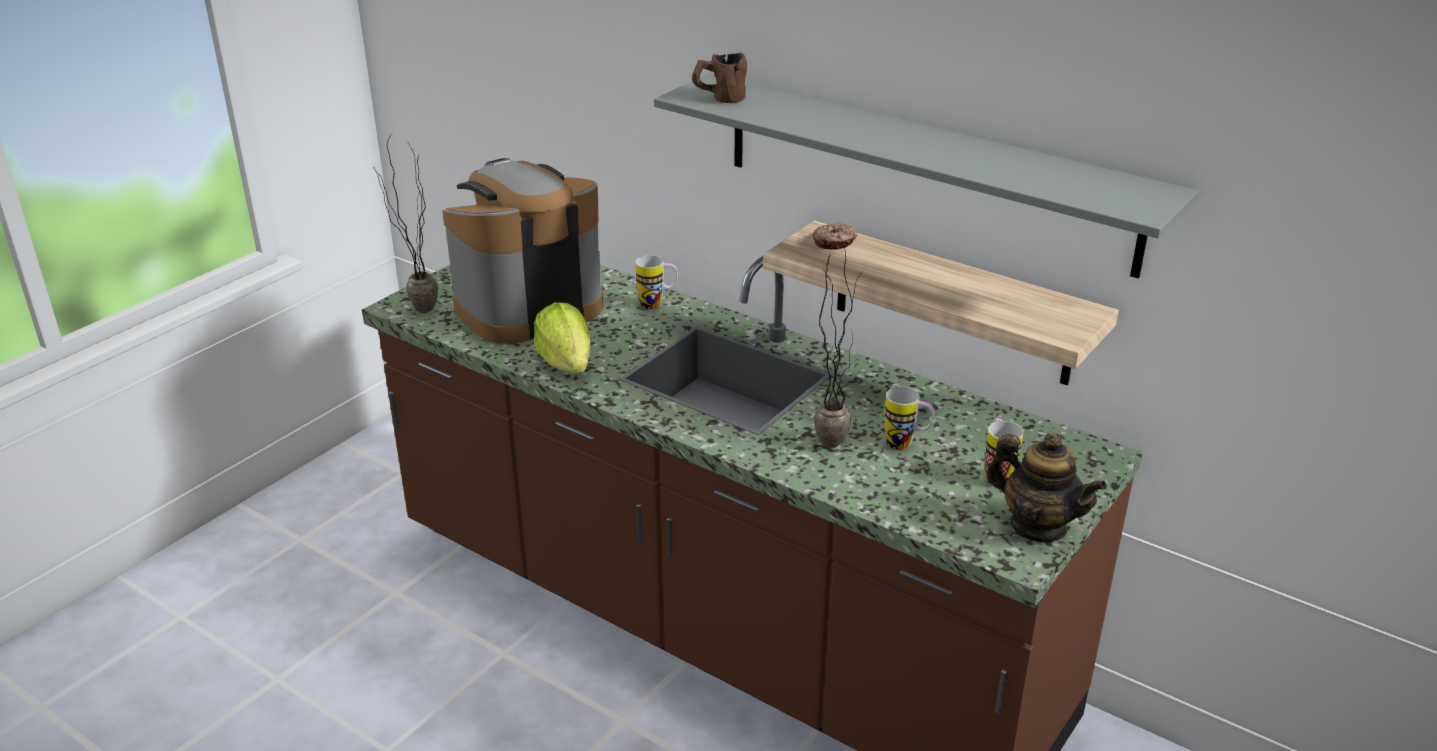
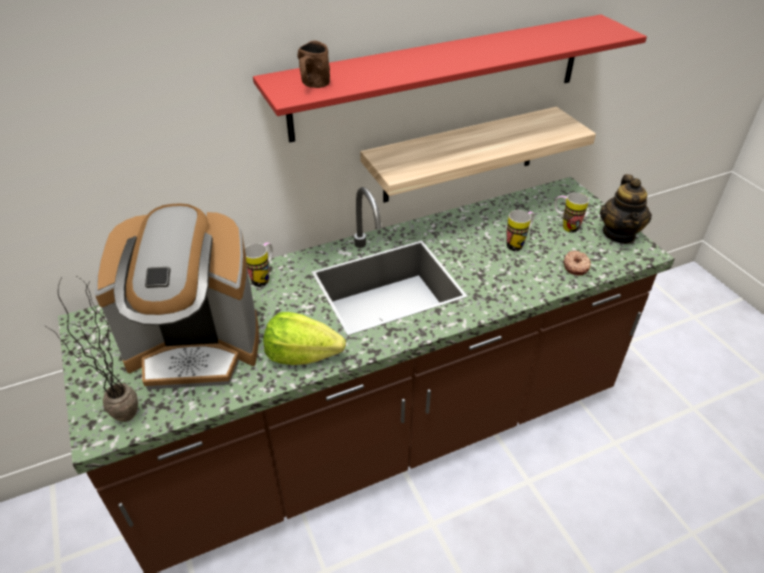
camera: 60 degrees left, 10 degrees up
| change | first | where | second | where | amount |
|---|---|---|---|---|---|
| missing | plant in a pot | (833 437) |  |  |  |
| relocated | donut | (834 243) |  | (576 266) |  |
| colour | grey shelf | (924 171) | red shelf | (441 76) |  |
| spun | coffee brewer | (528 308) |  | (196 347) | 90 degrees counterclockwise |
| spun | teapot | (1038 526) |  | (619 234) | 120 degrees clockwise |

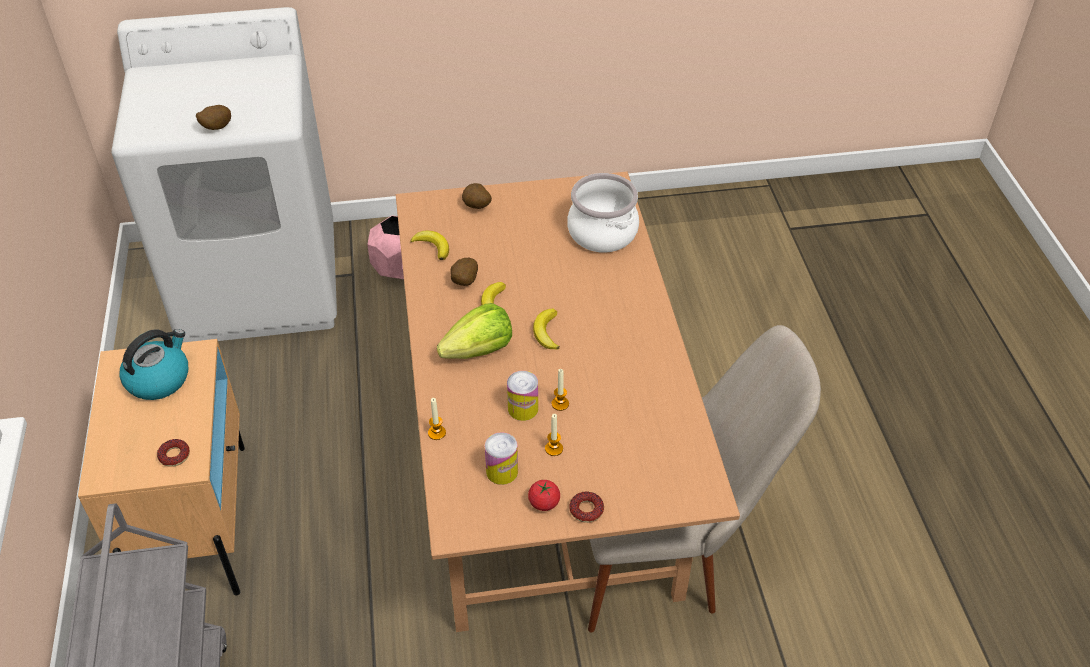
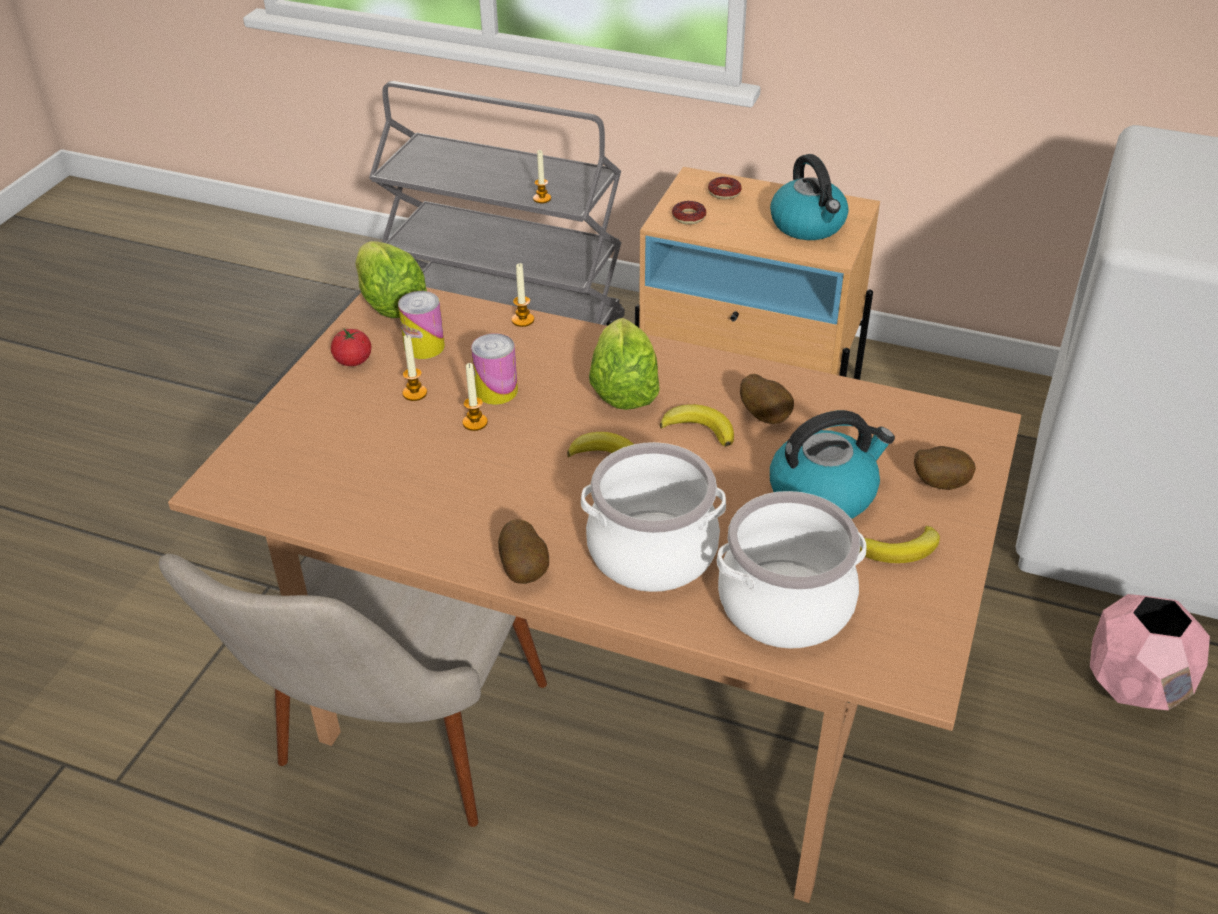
camera: 120 degrees right, 5 degrees down
| change | first | where | second | where | amount |
|---|---|---|---|---|---|
| appeared |  |  | lettuce | (390 303) |  |
| appeared |  |  | wax light | (542 198) |  |
| appeared |  |  | cooking pot | (652 552) |  |
| appeared |  |  | tea kettle | (823 493) |  |
| relocated | spud | (216 128) |  | (525 571) |  |
| relocated | banana fruit | (433 246) |  | (901 550) |  |
| relocated | donut | (586 510) |  | (724 192) |  |

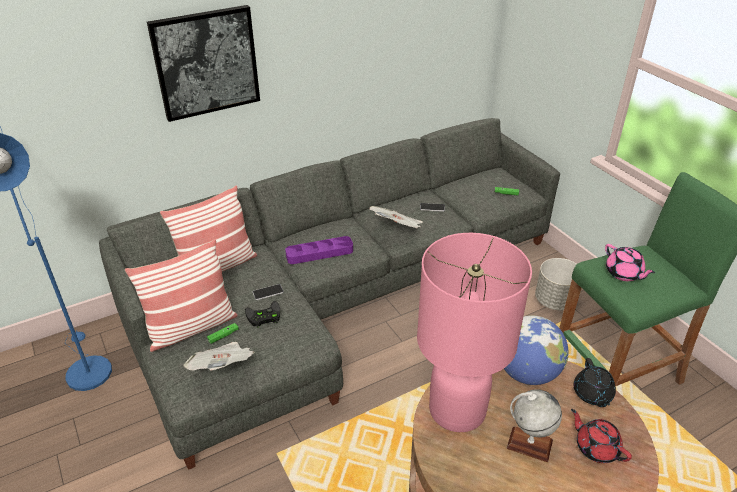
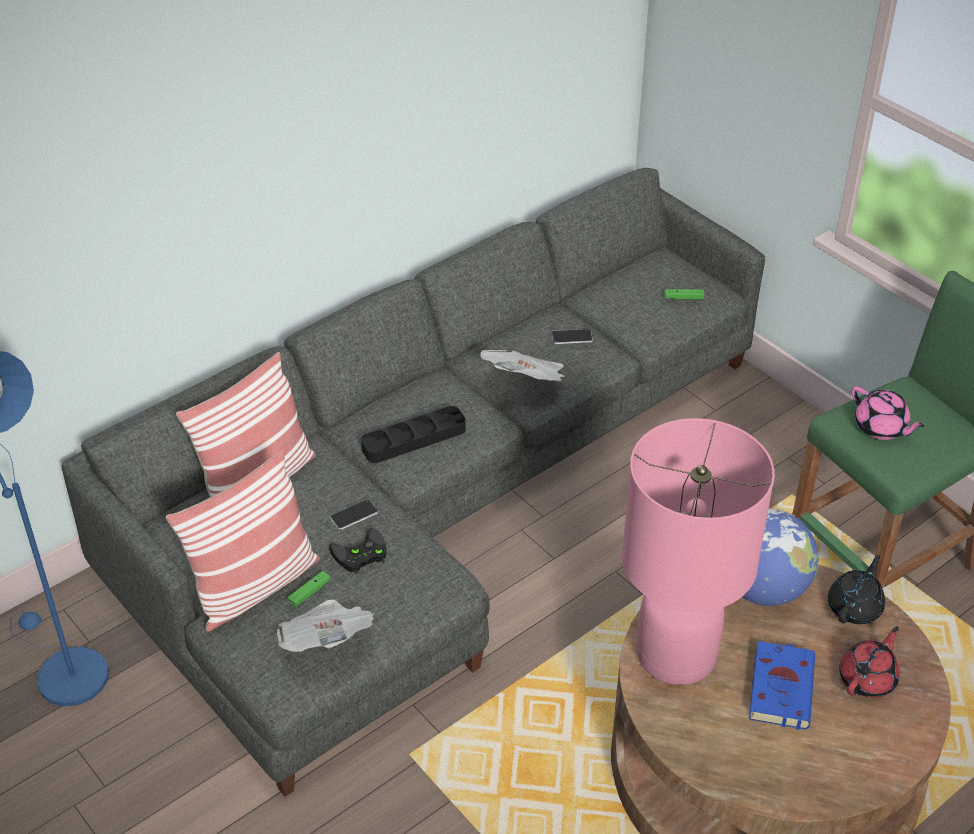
camera: 10 degrees left, 5 degrees up
| change | first | where | second | where | amount |
|---|---|---|---|---|---|
| missing | picture | (206 62) |  |  |  |
| missing | grey flower pot | (555 301) |  |  |  |
| exchanged | desk globe | (529 444) | blue-coloured volume | (781 687) |  |
| colour | purple-coloured serving tray | (319 253) | black serving tray | (414 439) |  |
| spun | red teapot | (596 447) |  | (868 679) | 90 degrees clockwise |
| spun | black teapot | (592 394) |  | (855 607) | 135 degrees counterclockwise |

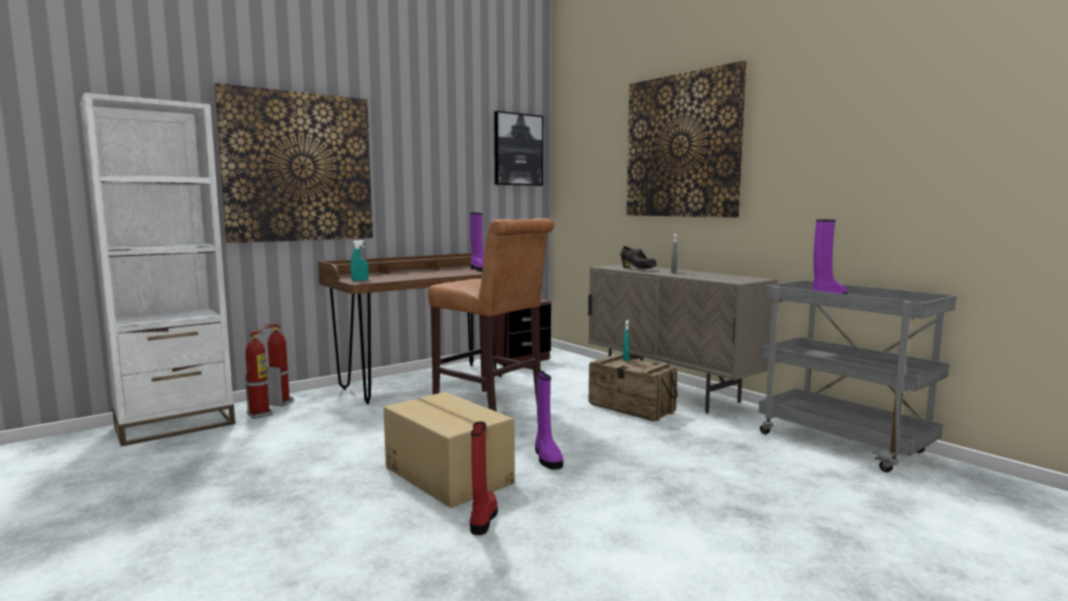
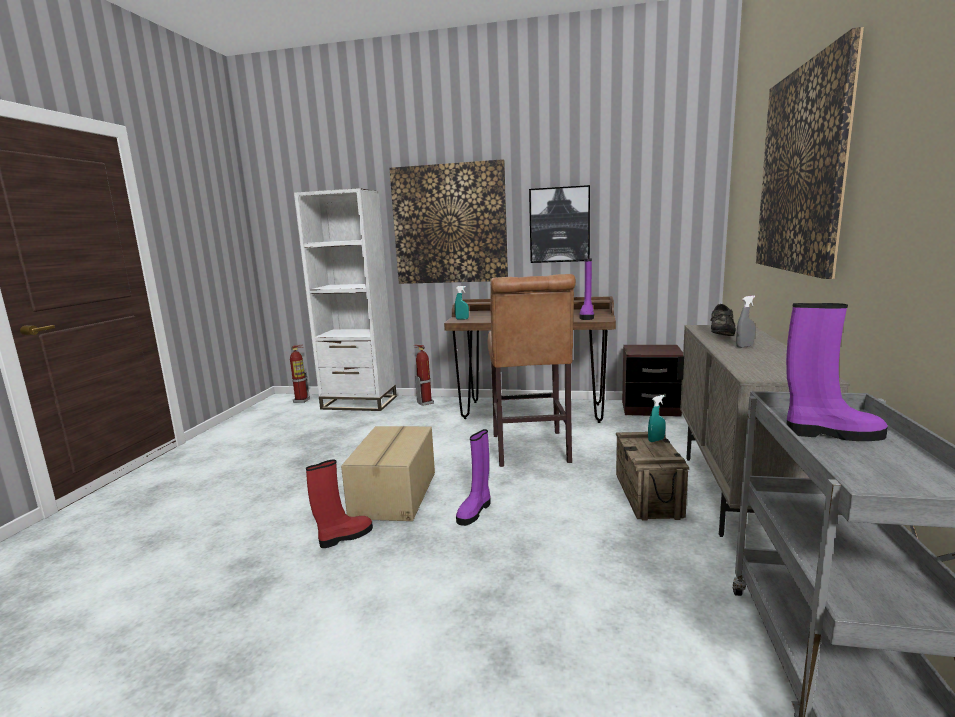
camera: 50 degrees right, 5 degrees up
| change | first | where | second | where | amount |
|---|---|---|---|---|---|
| relocated | fire extinguisher | (260 414) |  | (302 400) |  |
| relocated | picture | (517 150) |  | (559 225) |  |

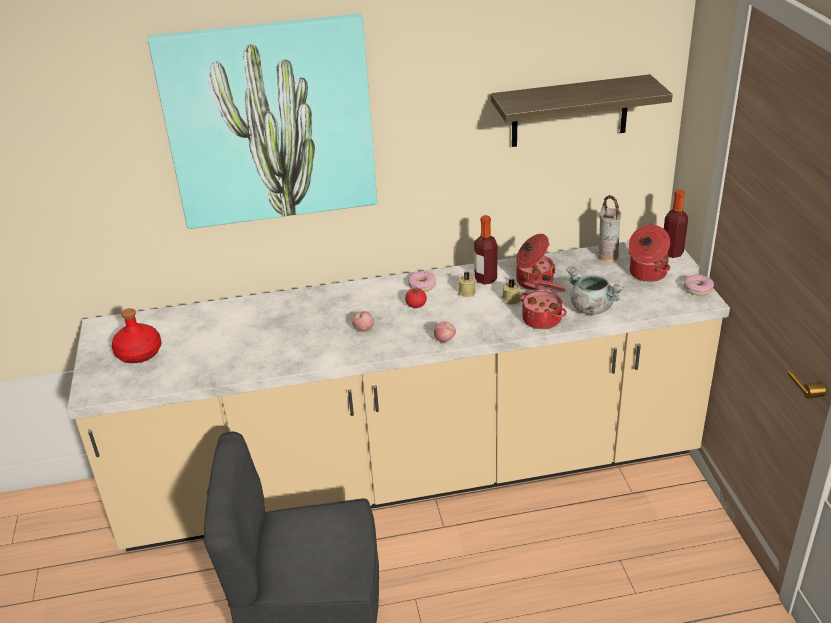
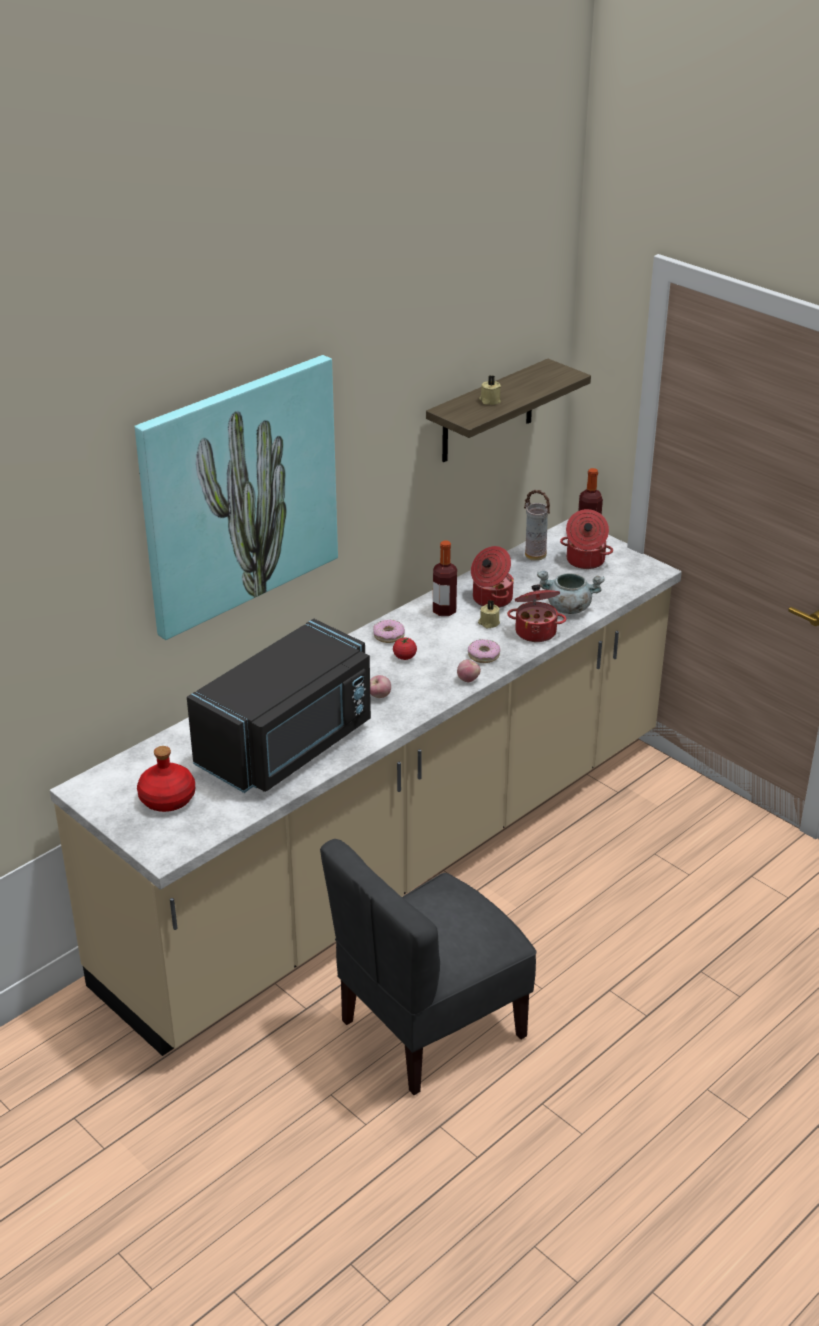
camera: 35 degrees left, 0 degrees up
| change | first | where | second | where | amount |
|---|---|---|---|---|---|
| appeared |  |  | black kitchen microwave | (289 745) |  |
| relocated | beige wax light | (466 292) |  | (489 401) |  |
| relocated | donut | (697 289) |  | (483 655) |  |

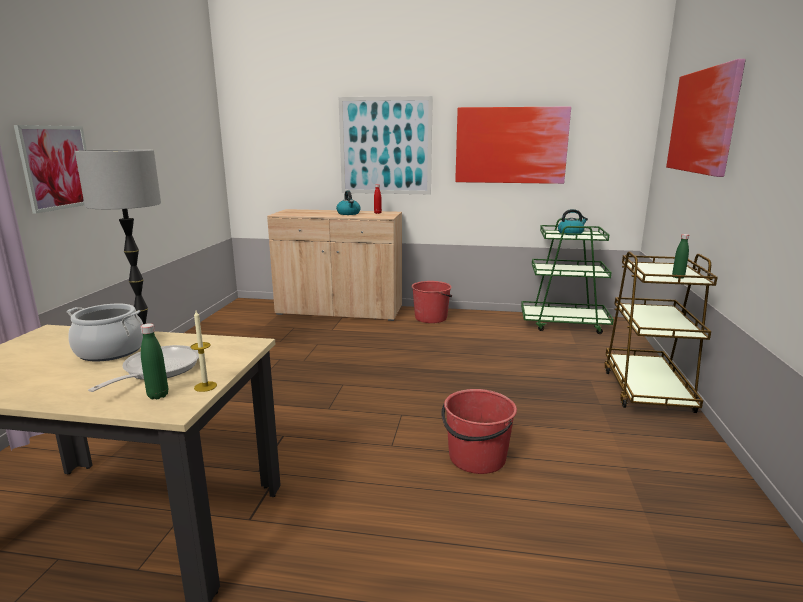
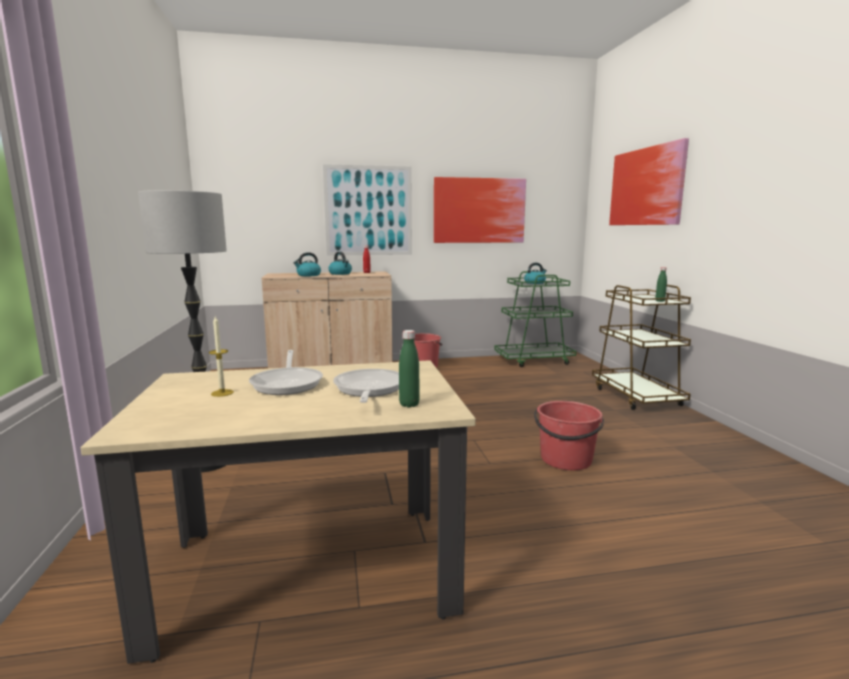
camera: 20 degrees left, 5 degrees down
| change | first | where | second | where | amount |
|---|---|---|---|---|---|
| missing | picture | (56 167) |  |  |  |
| appeared |  |  | tea kettle | (308 275) |  |
| relocated | wax light | (205 386) |  | (222 393) |  |
| exchanged | cooking pot | (111 351) | skillet | (288 383) |  |

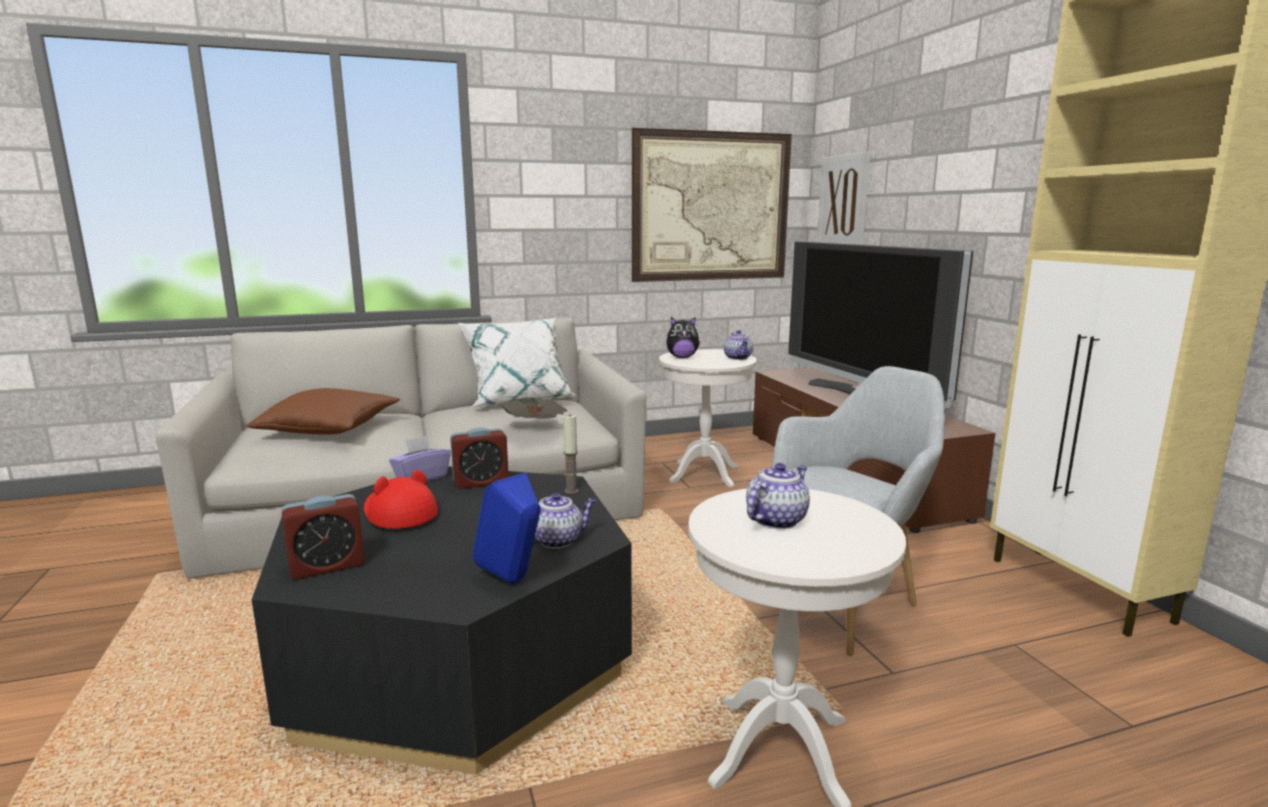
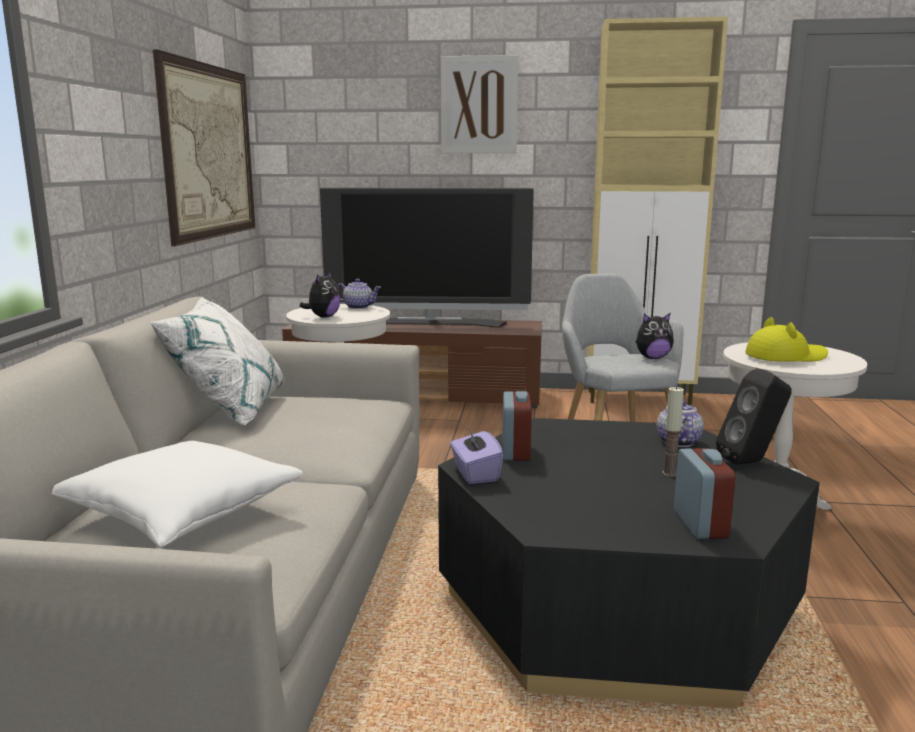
camera: 65 degrees left, 0 degrees up
| change | first | where | second | where | amount |
|---|---|---|---|---|---|
| missing | red wearable hat | (398 513) |  |  |  |
| missing | newspaper | (535 427) |  |  |  |
| appeared |  |  | plush toy | (652 358) |  |
| relocated | wax light | (571 491) |  | (669 473) |  |
| relocated | picture | (843 202) |  | (479 105) |  |
| exchanged | teapot | (776 520) | yellow wearable hat | (785 357) |  |
| colour | brownish throw pillow | (329 429) | white throw pillow | (182 513) |  |
| colour | blue-coloured loudspeaker | (513 582) | black loudspeaker | (752 462) |  |

